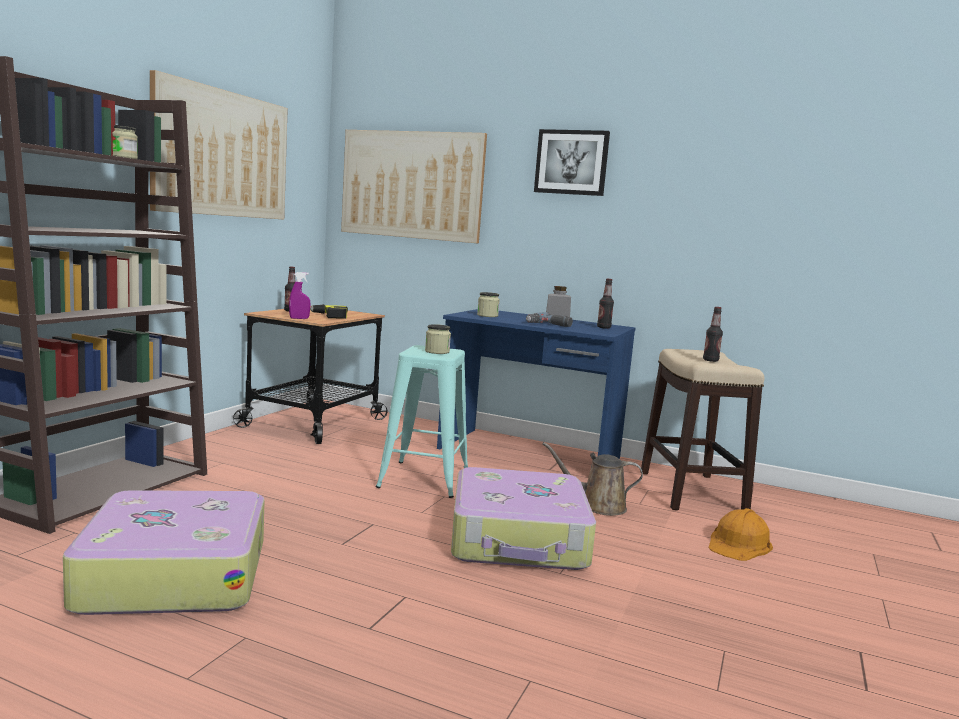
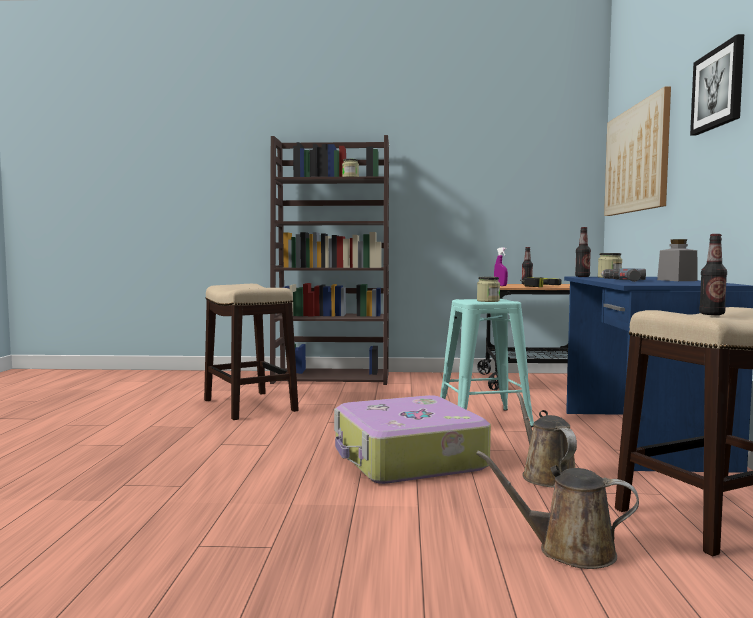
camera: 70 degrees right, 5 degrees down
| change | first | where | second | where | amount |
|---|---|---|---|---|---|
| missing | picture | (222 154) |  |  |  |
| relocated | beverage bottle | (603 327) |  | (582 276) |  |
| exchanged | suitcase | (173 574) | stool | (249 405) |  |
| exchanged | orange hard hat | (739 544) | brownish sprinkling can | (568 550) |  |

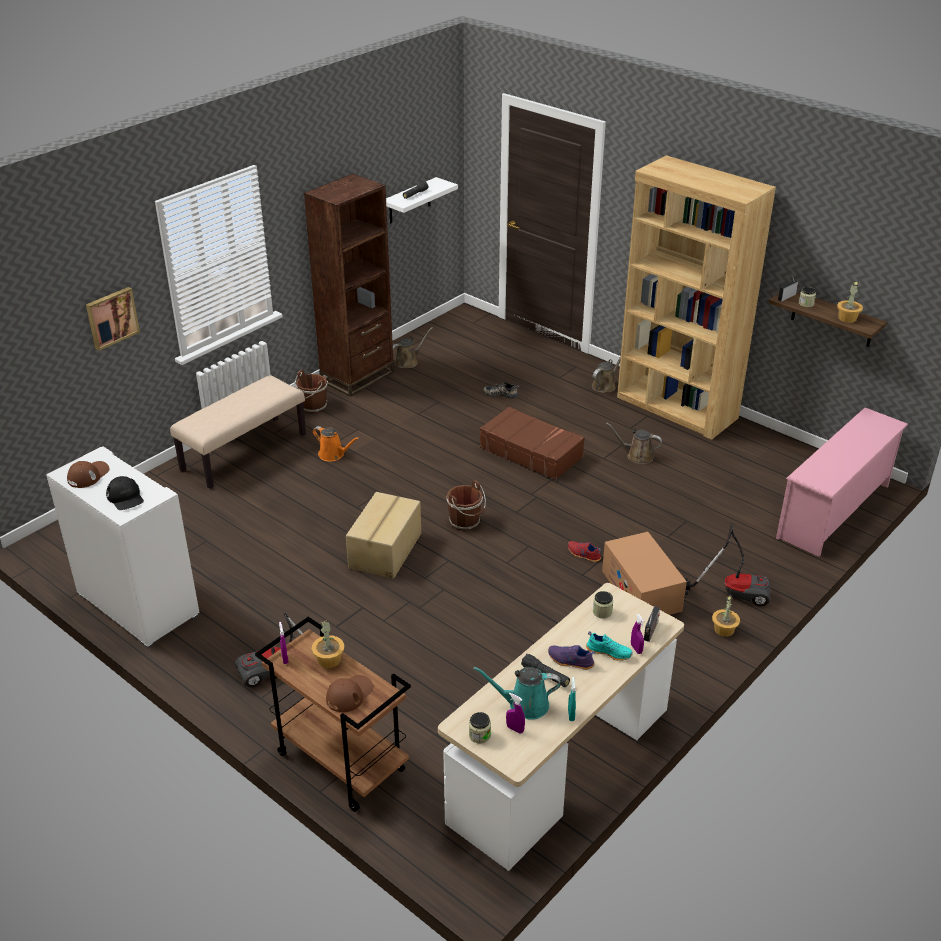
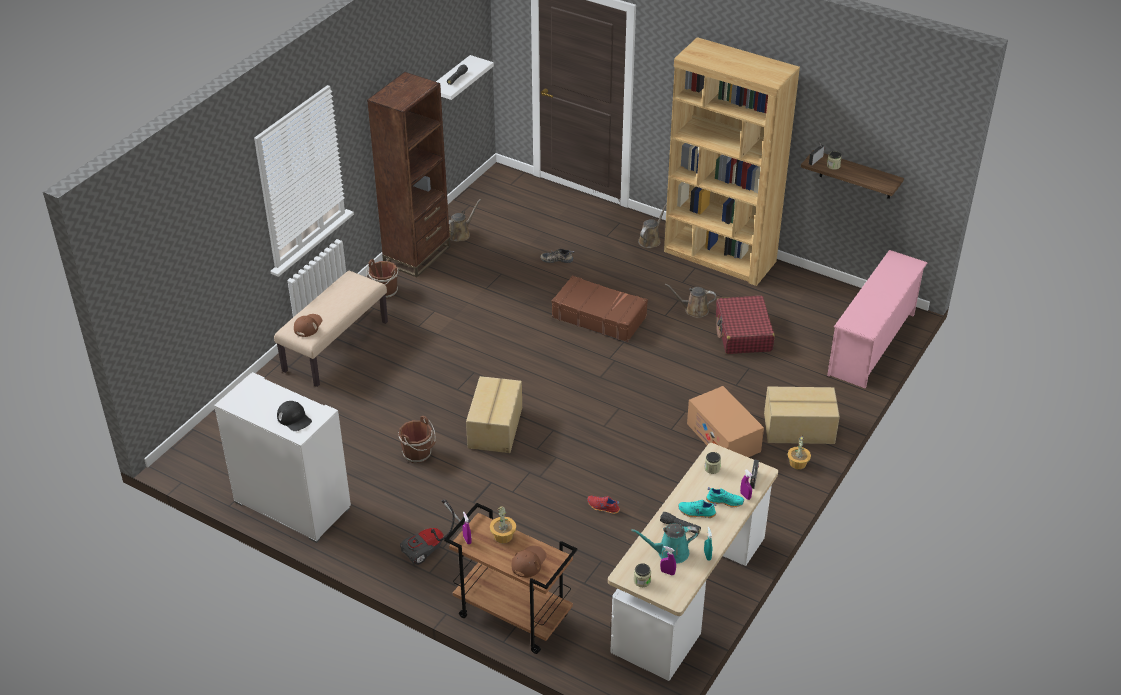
camera: 10 degrees left, 5 degrees up
| change | first | where | second | where | amount |
|---|---|---|---|---|---|
| missing | picture | (111 317) |  |  |  |
| missing | orange sprinkling can | (333 455) |  |  |  |
| missing | plant in a pot | (847 318) |  |  |  |
| appeared |  |  | red suitcase | (743 333) |  |
| relocated | brownish baseball cap | (88 475) |  | (308 326) |  |
| relocated | brownish bucket | (466 522) |  | (418 454) |  |
| relocated | red item of footwear | (583 555) |  | (603 507) |  |
| exchanged | hoover | (733 592) | packing box | (799 429) |  |
| colour | purple-coloured item of footwear | (570 661) | blue-green item of footwear | (696 513) |  |

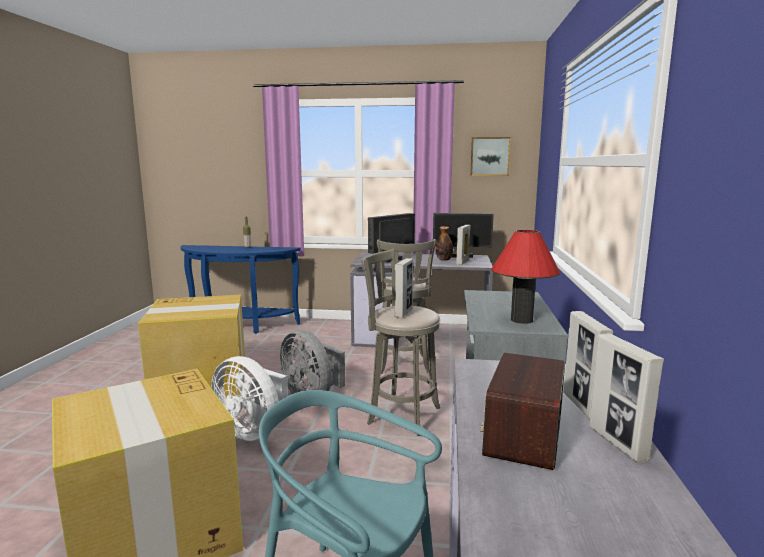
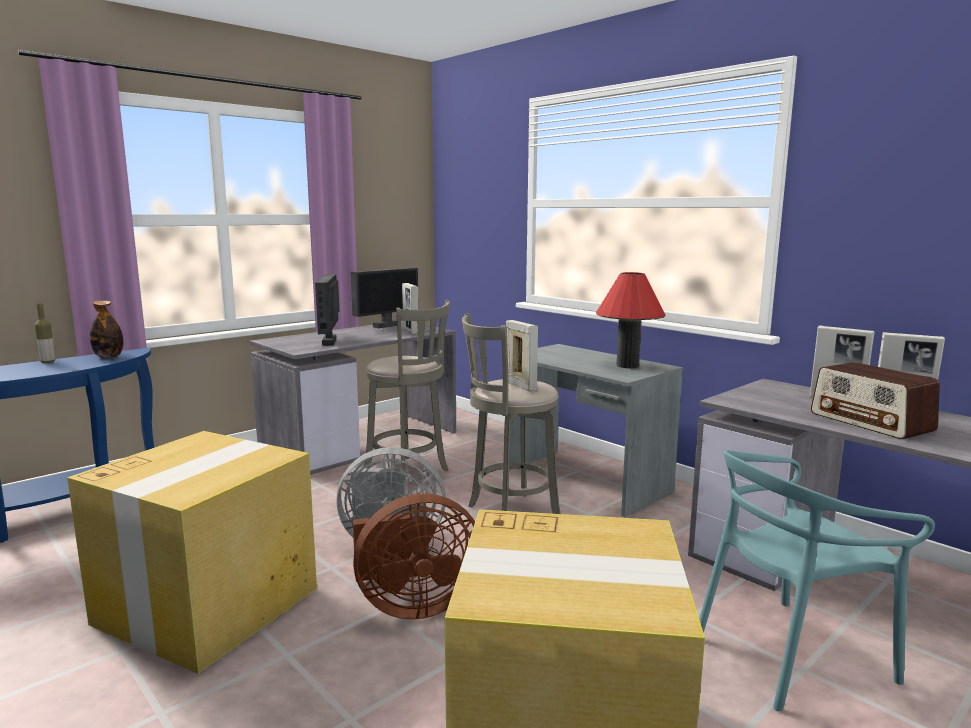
camera: 50 degrees left, 0 degrees up
| change | first | where | second | where | amount |
|---|---|---|---|---|---|
| missing | picture | (490 156) |  |  |  |
| relocated | beverage bottle | (444 260) |  | (108 357) |  |
| colour | white cooling fan | (253 431) | brownish cooling fan | (413 605) |  |

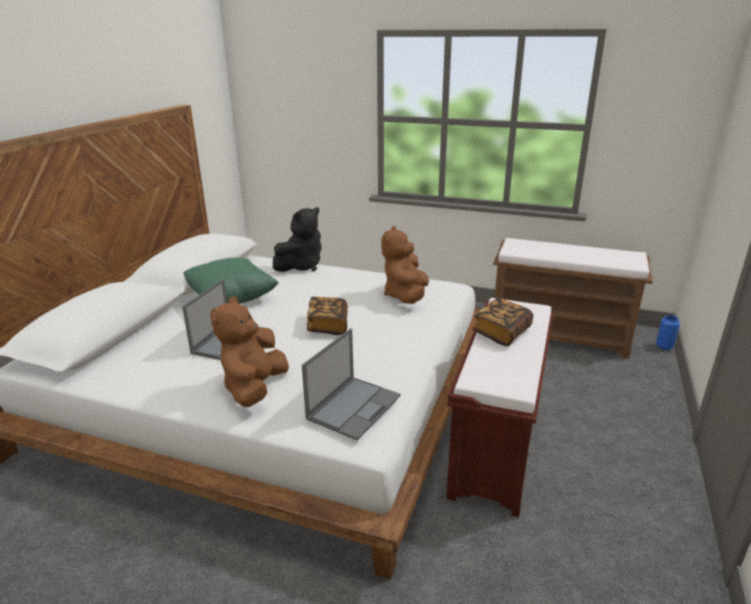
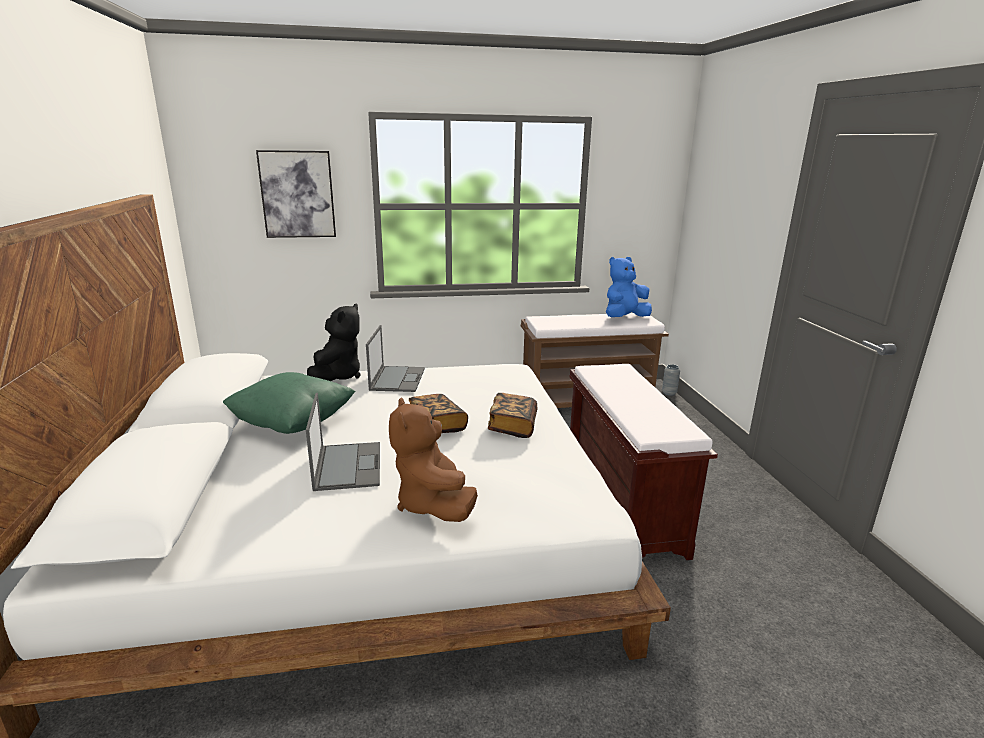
camera: 30 degrees left, 5 degrees down
| change | first | where | second | where | amount |
|---|---|---|---|---|---|
| missing | brownish plush toy | (406 296) |  |  |  |
| appeared |  |  | picture | (297 194) |  |
| appeared |  |  | blue-coloured plush toy | (624 318) |  |
| relocated | portable computer | (354 406) |  | (397 379) |  |
| relocated | volume | (501 332) |  | (512 426) |  |
| colour | blue-coloured flower vase | (664 347) | grey flower vase | (669 393) |  |

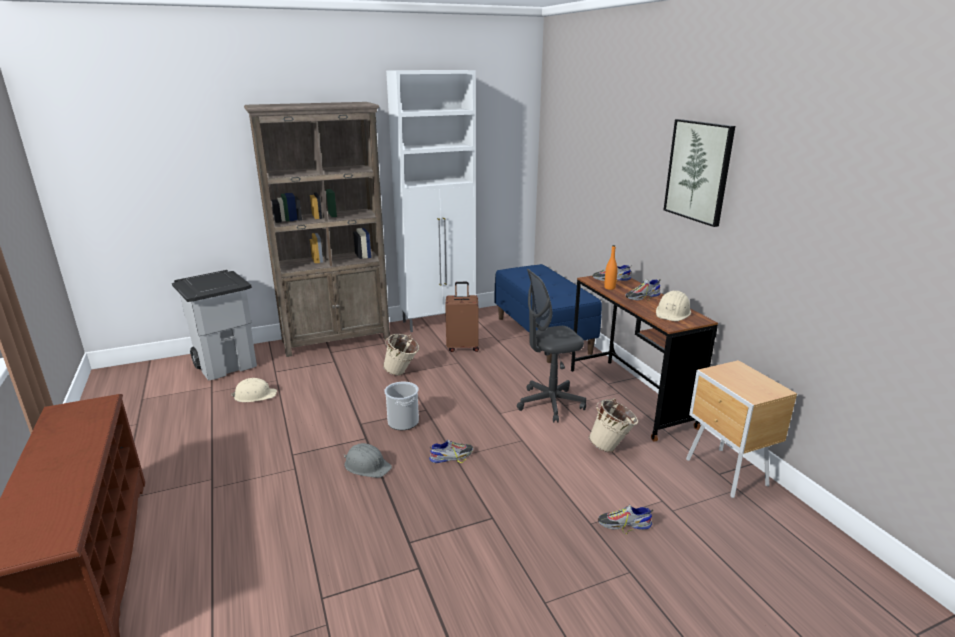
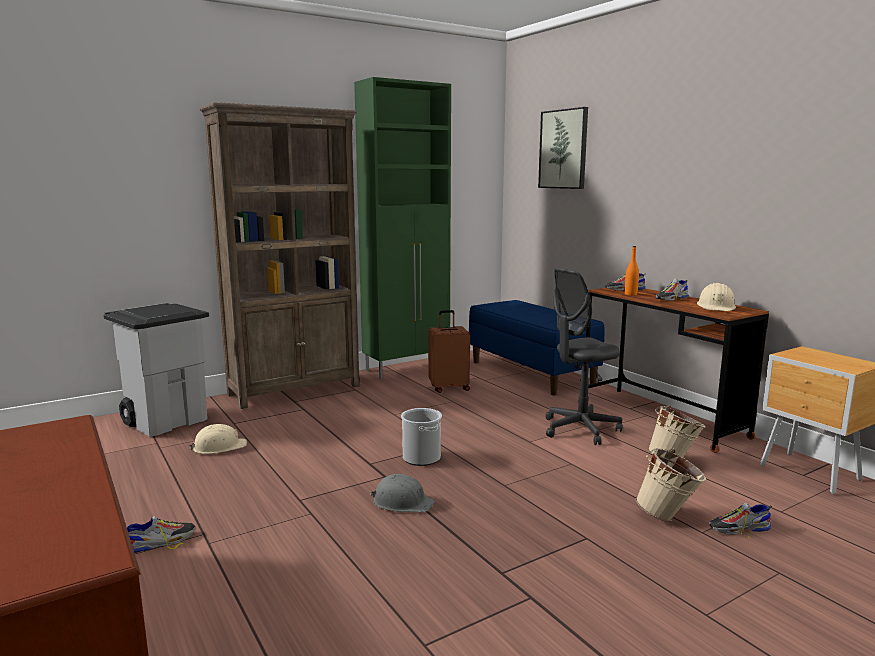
camera: 10 degrees left, 10 degrees down
| change | first | where | second | where | amount |
|---|---|---|---|---|---|
| relocated | beige bucket | (402 373) |  | (668 516) |  |
| relocated | item of footwear | (451 456) |  | (161 541) |  |
| relocated | picture | (699 171) |  | (563 149) |  |
| colour | white cupboard | (439 321) | greenish cupboard | (407 368) |  |

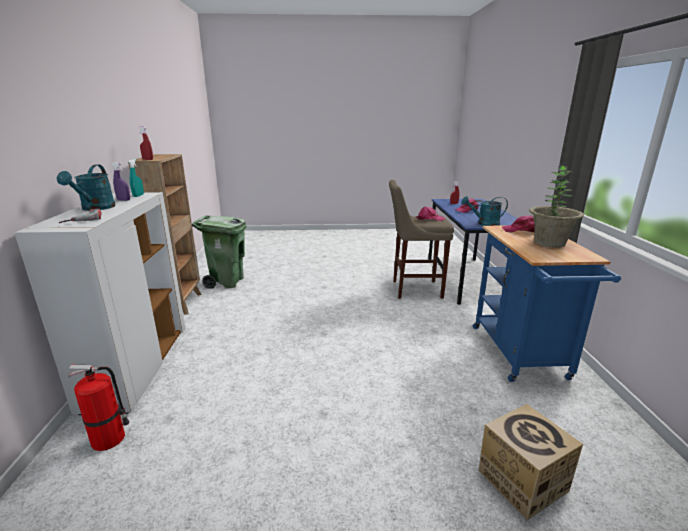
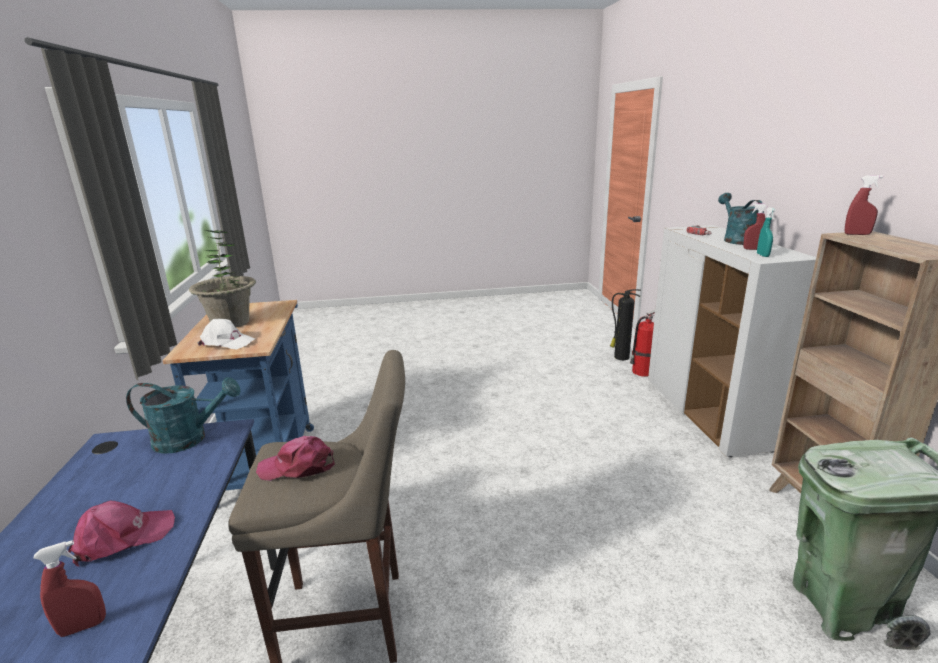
camera: 175 degrees right, 0 degrees up
| change | first | where | second | where | amount |
|---|---|---|---|---|---|
| missing | packing box | (521 480) |  |  |  |
| appeared |  |  | fire extinguisher | (620 357) |  |
| colour | purple-coloured spray bottle | (124 200) | red spray bottle | (752 249) |  |
| colour | pinkish baseball cap | (521 230) | white baseball cap | (227 342) |  |

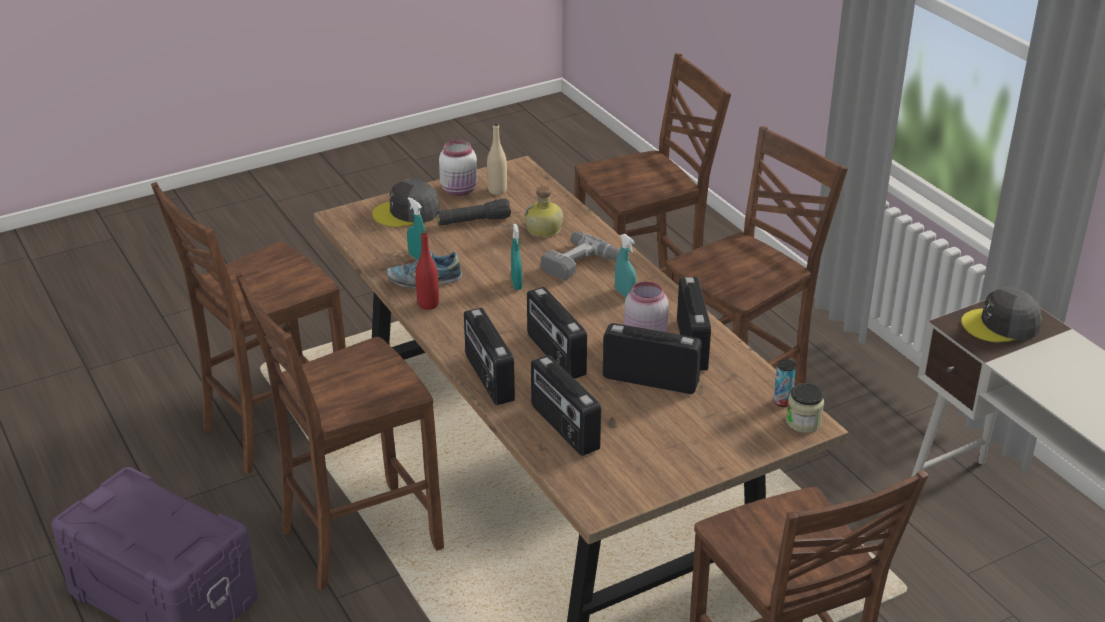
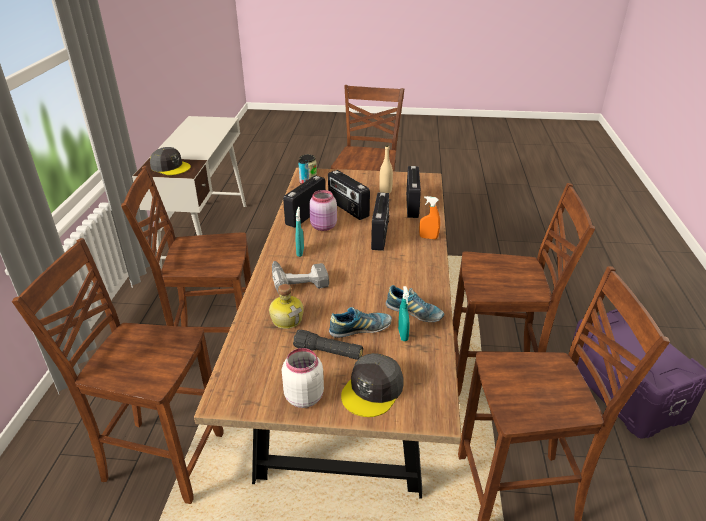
camera: 145 degrees left, 0 degrees up
| change | first | where | second | where | amount |
|---|---|---|---|---|---|
| missing | red beverage bottle | (428 304) |  |  |  |
| missing | blue-green spray bottle | (516 284) |  |  |  |
| appeared |  |  | item of footwear | (360 329) |  |
| relocated | beige beverage bottle | (497 190) |  | (385 191) |  |
| exchanged | radio set | (488 378) | orange spray bottle | (428 237) |  |
| spun | grey baseball cap | (407 212) |  | (373 390) | 105 degrees clockwise |

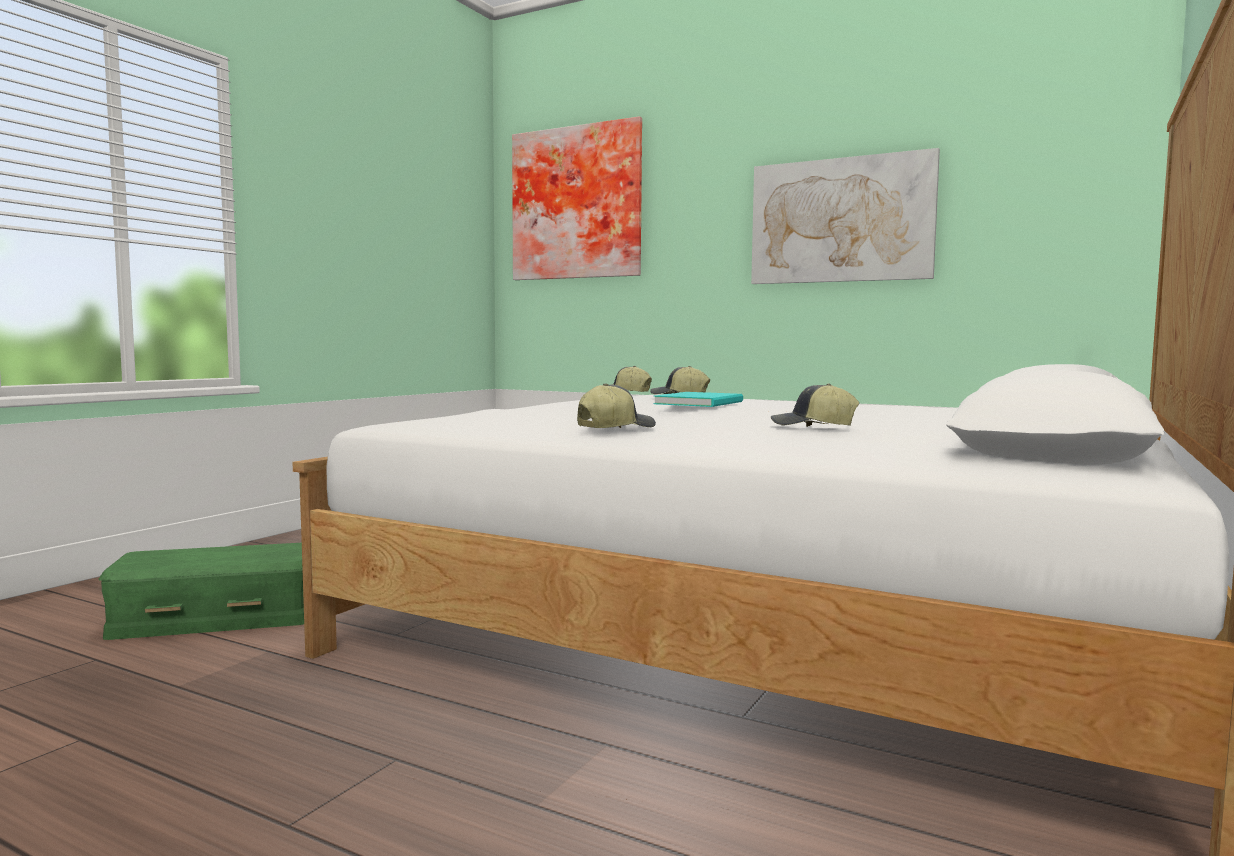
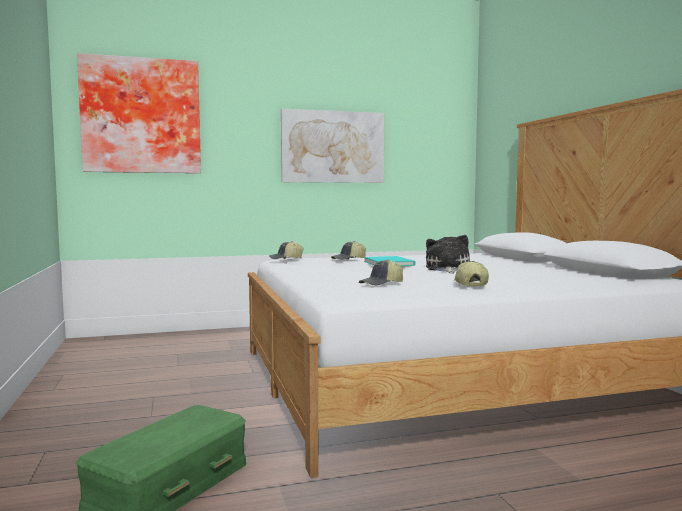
camera: 45 degrees left, 0 degrees up
| change | first | where | second | where | amount |
|---|---|---|---|---|---|
| appeared |  |  | plush toy | (447 269) |  |
| relocated | baseball cap | (812 427) |  | (381 284) |  |

